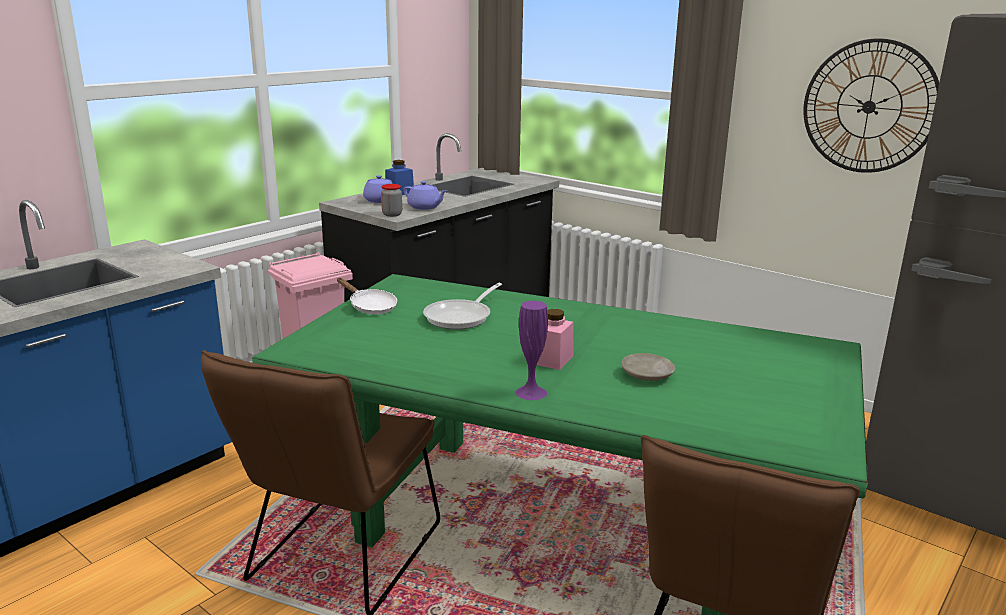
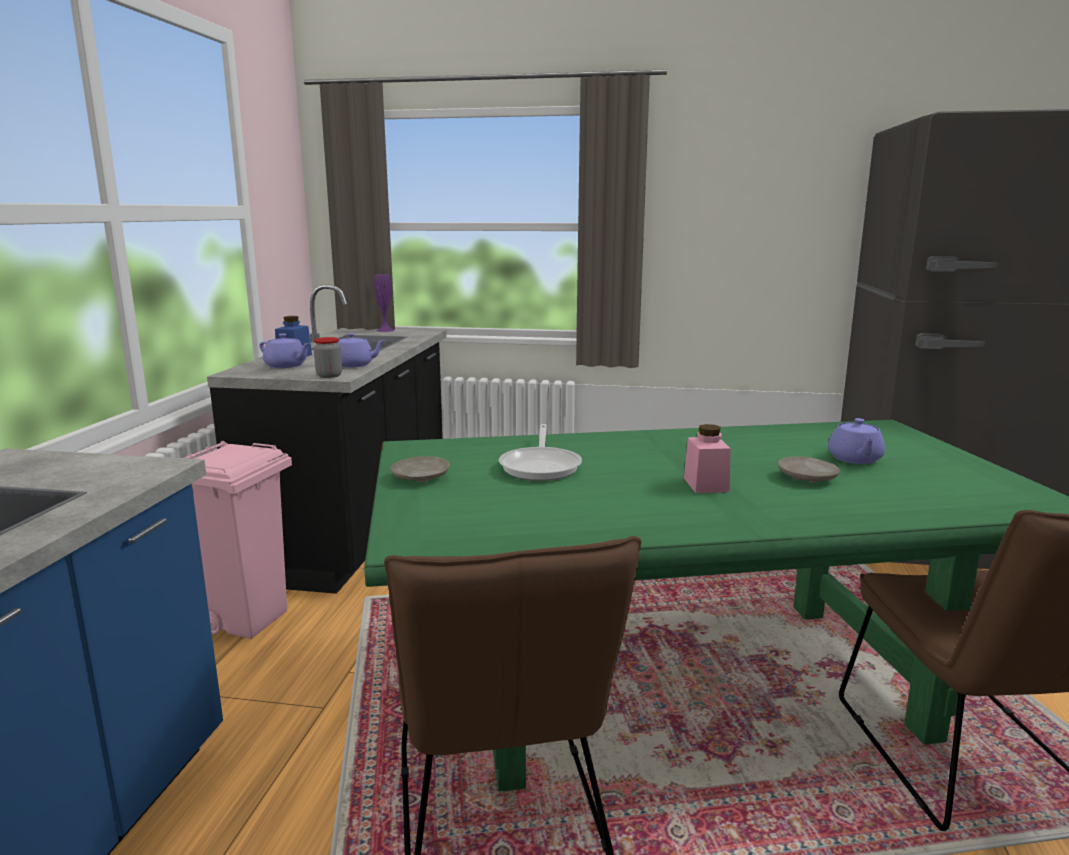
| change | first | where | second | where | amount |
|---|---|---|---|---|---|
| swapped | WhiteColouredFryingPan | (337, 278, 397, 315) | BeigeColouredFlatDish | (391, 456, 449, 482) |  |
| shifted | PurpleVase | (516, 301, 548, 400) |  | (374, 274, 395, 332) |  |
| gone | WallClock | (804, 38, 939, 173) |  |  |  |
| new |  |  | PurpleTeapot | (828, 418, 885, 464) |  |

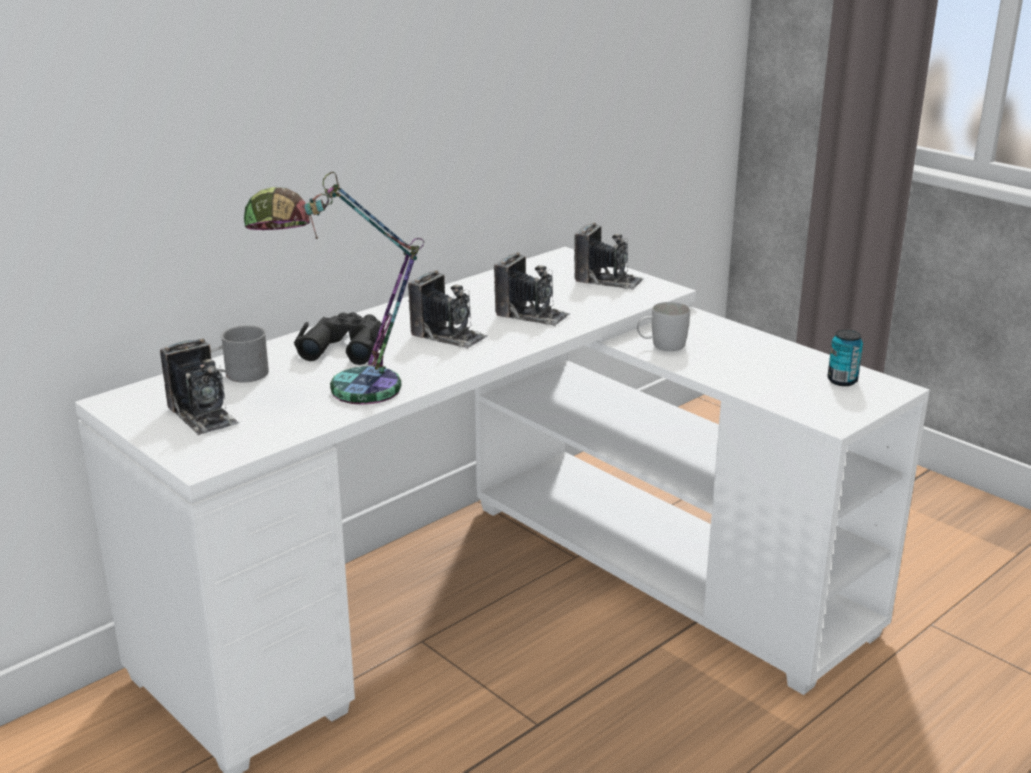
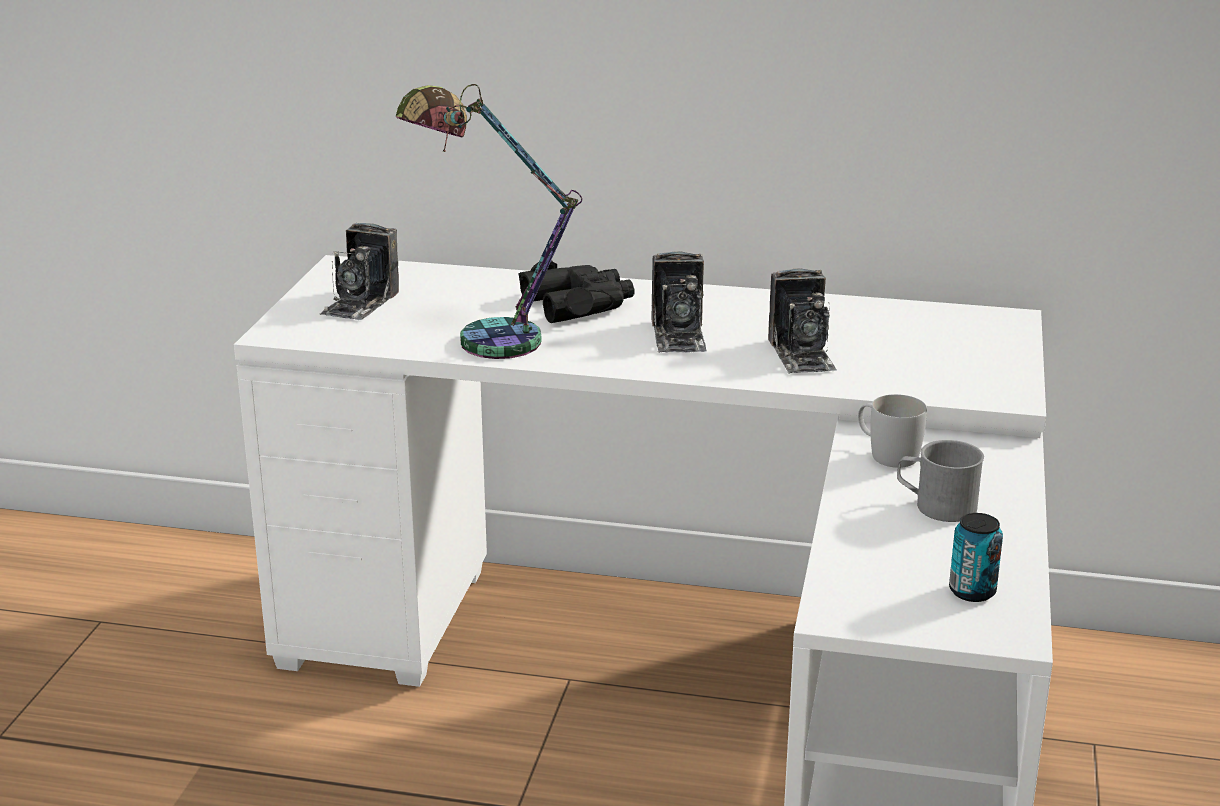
| change | first | where | second | where | amount |
|---|---|---|---|---|---|
| shifted | GrayTeaMug | (210, 325, 269, 382) |  | (897, 440, 984, 522) |  |
| gone | StillCamera | (574, 223, 644, 290) |  |  |  |

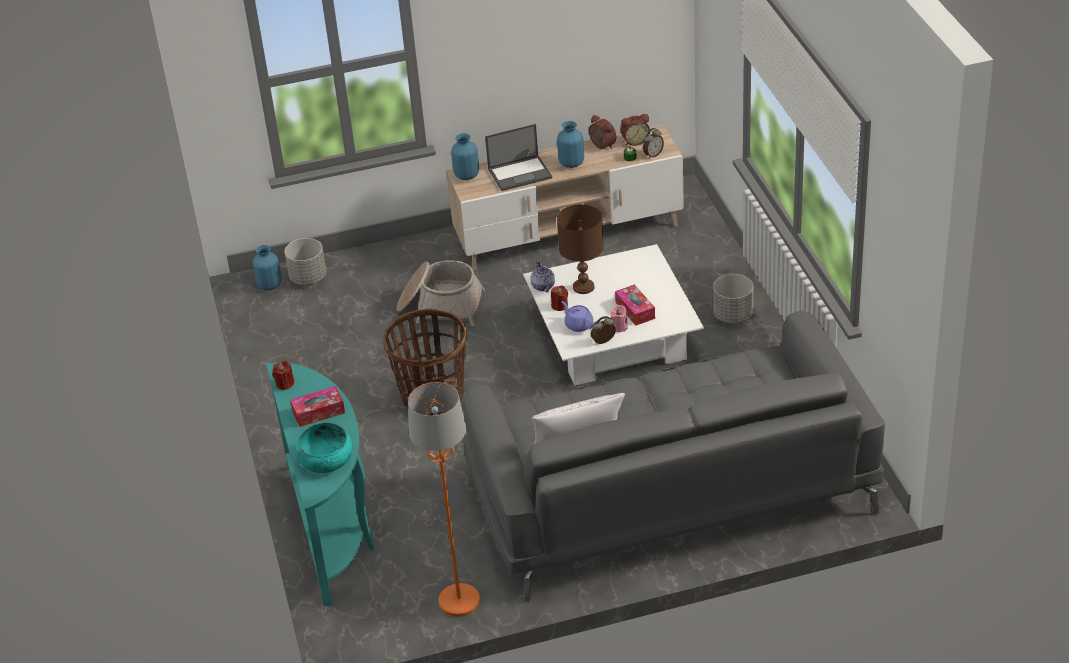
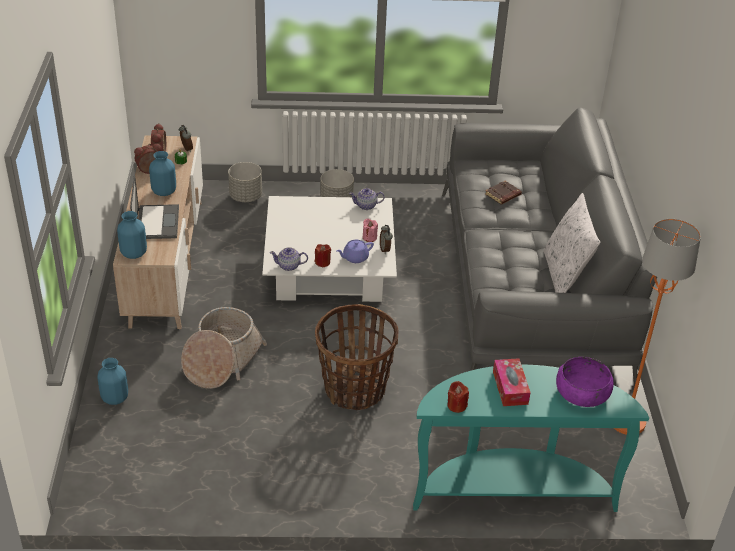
| change | first | where | second | where | amount |
|---|---|---|---|---|---|
| shifted | BluishVase | (253, 245, 282, 290) |  | (98, 358, 128, 405) |  |
| shifted | GrayPlantPot | (284, 238, 326, 285) |  | (228, 162, 262, 202) |  |
| repainted | TurquoiseServingBowl | (296, 423, 353, 473) | PurpleServingBowl | (556, 357, 614, 407) |  |
| gone | BrownishLampForATable | (557, 204, 604, 294) |  |  |  |
| gone | TissueBox | (615, 284, 655, 326) |  |  |  |
| new |  |  | Teapot | (349, 188, 385, 210) |  |
| new |  |  | BrownishBook | (485, 181, 522, 204) |  |

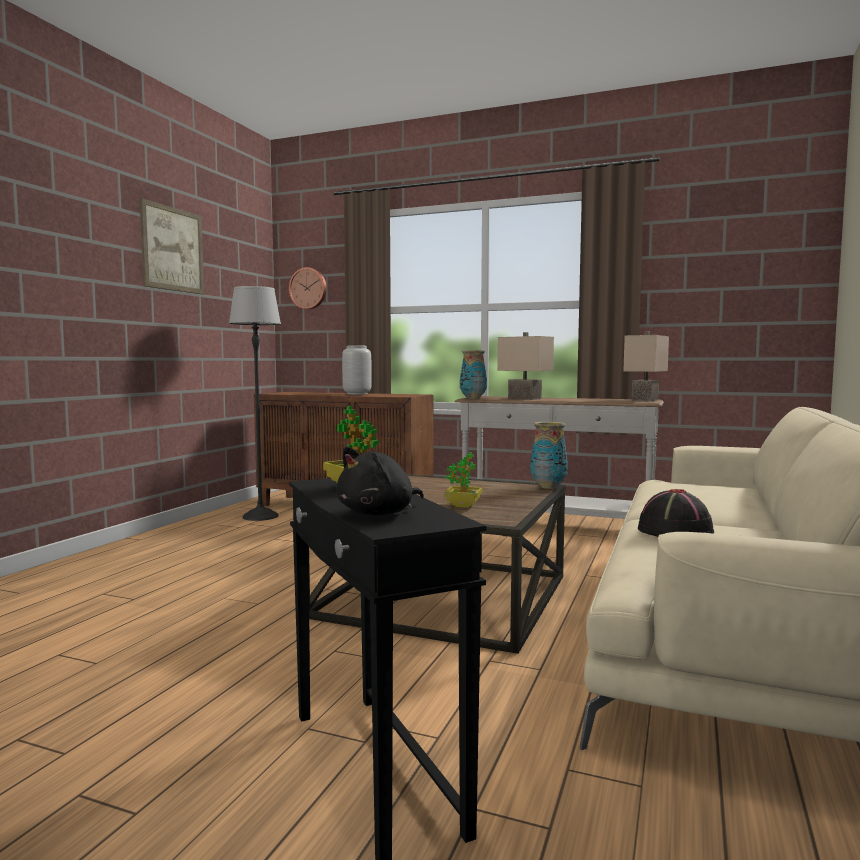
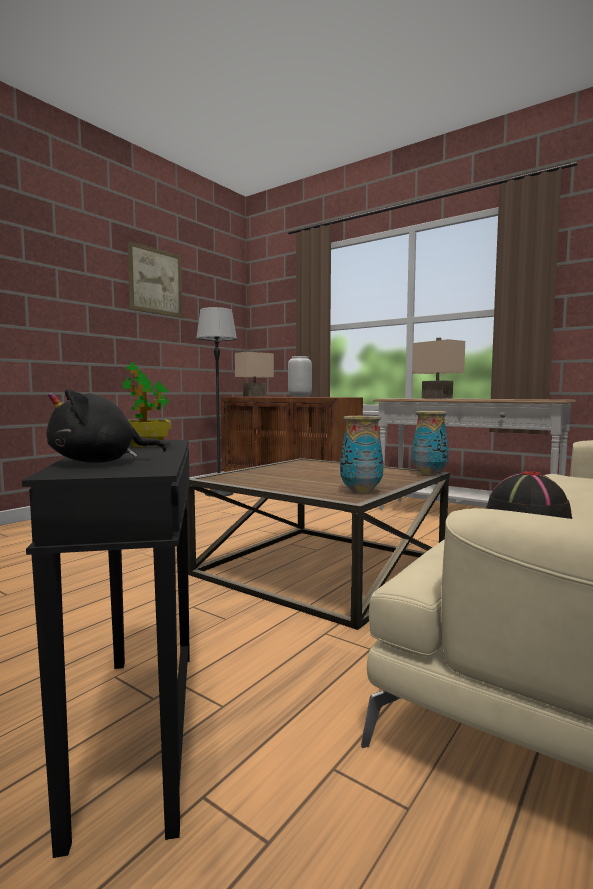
| change | first | where | second | where | amount |
|---|---|---|---|---|---|
| gone | WallClock | (289, 267, 327, 309) |  |  |  |
| gone | PlantInAPot | (444, 452, 482, 508) |  |  |  |
| shifted | Vase | (460, 350, 487, 399) |  | (340, 416, 384, 494) |  |
| shifted | BeigeColouredLampForATable | (624, 331, 669, 401) |  | (235, 350, 274, 397) |  |

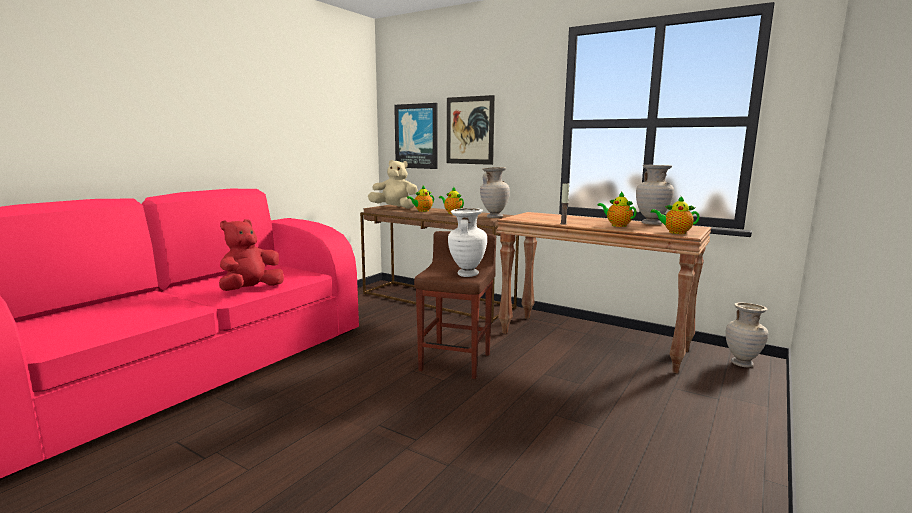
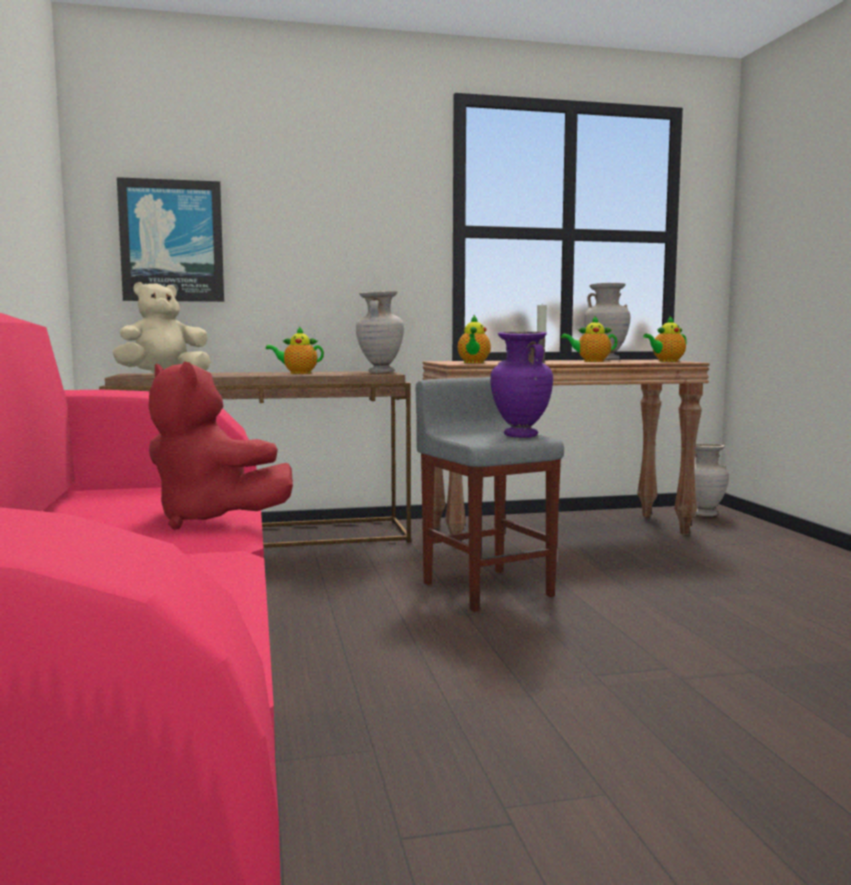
| change | first | where | second | where | amount |
|---|---|---|---|---|---|
| rotated | RedPlushToy | (219, 219, 284, 291) |  | (149, 361, 293, 530) | 45 degrees counterclockwise |
| shifted | Teapot | (407, 185, 434, 212) |  | (458, 315, 491, 363) |  |
| repainted | BrownishStoolSeat | (414, 231, 496, 379) | GrayStoolSeat | (416, 377, 564, 612) |  |
| gone | Picture | (447, 95, 495, 165) |  |  |  |
| repainted | WhiteColouredVase | (448, 208, 487, 277) | PurpleVase | (490, 332, 553, 438) |  |

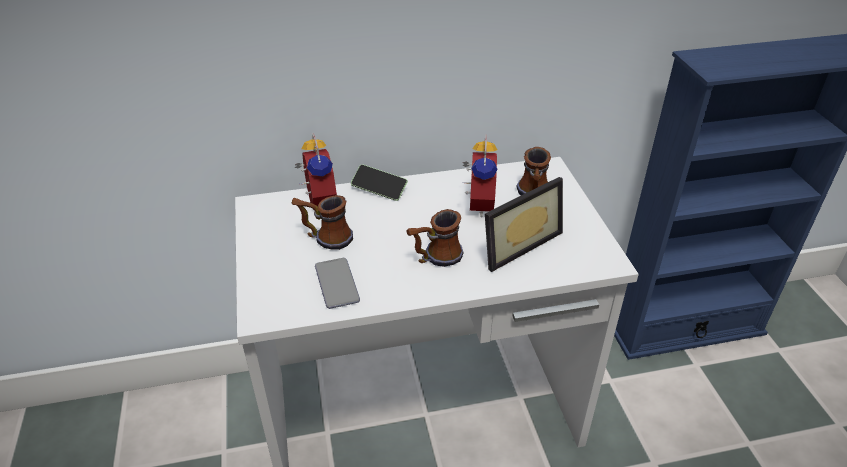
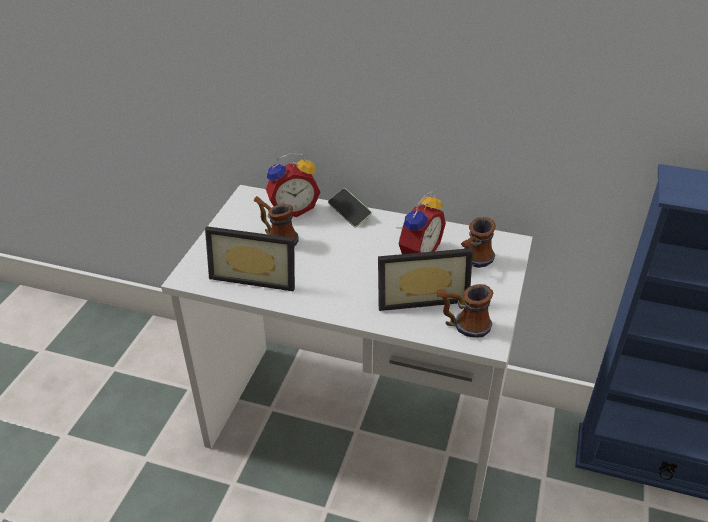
| change | first | where | second | where | amount |
|---|---|---|---|---|---|
| rotated | TableClock | (295, 132, 337, 210) |  | (266, 153, 320, 217) | 60 degrees clockwise |
| swapped | Telephone | (315, 258, 360, 309) | PictureFrame | (205, 226, 295, 291) |  |
| shifted | TeaMug | (406, 209, 464, 267) |  | (437, 284, 493, 338) |  |

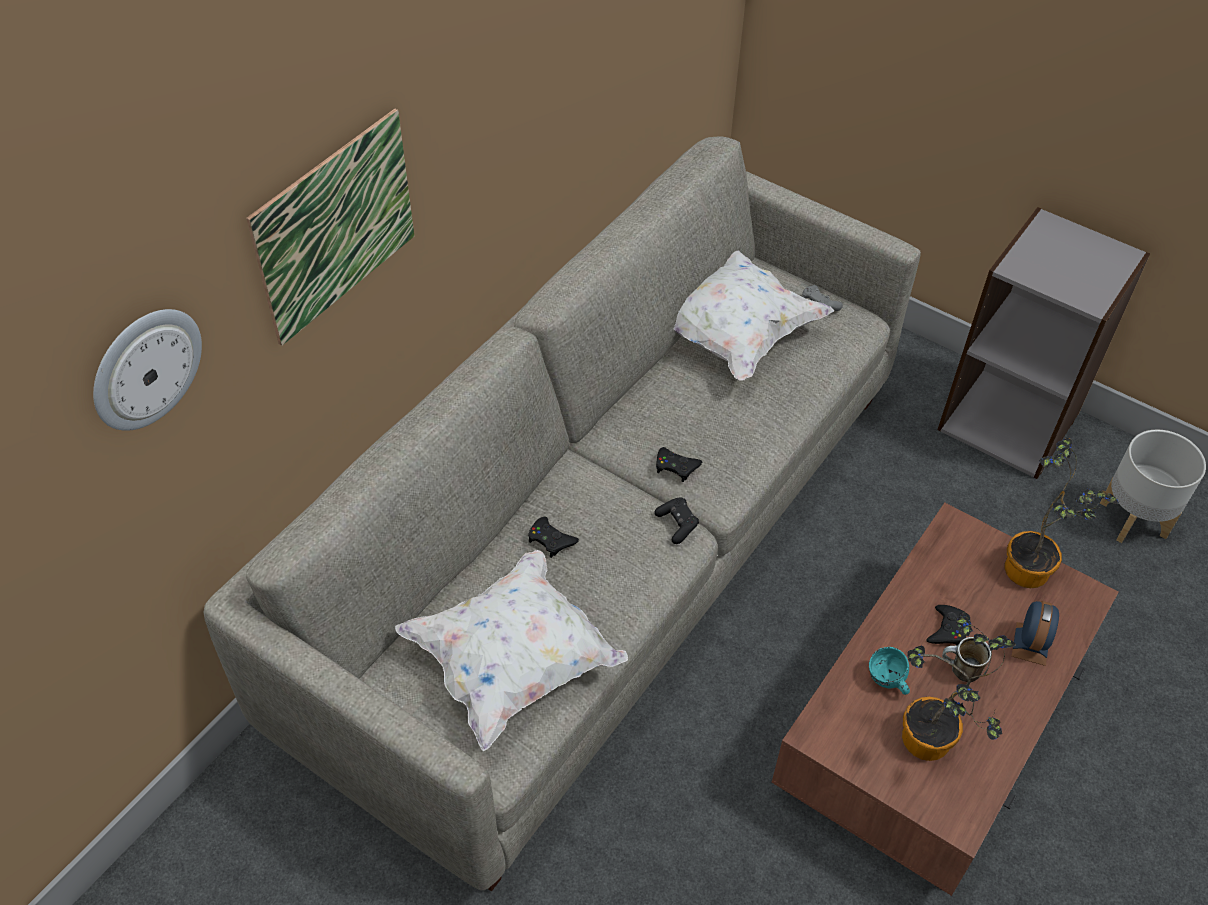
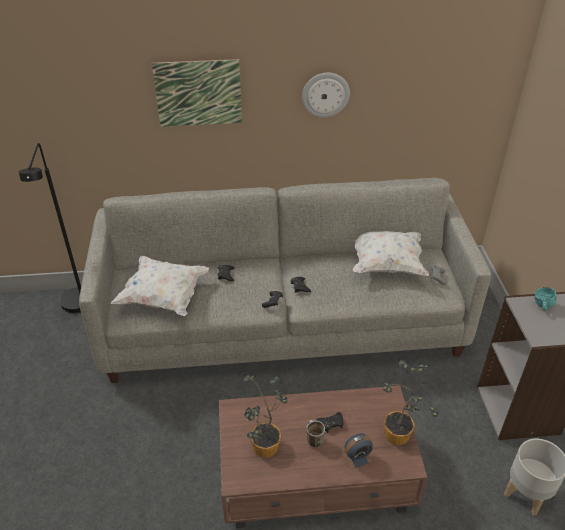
| change | first | where | second | where | amount |
|---|---|---|---|---|---|
| shifted | WallClock | (93, 309, 202, 431) |  | (302, 73, 350, 117) |  |
| shifted | TurquoiseTeaMug | (869, 647, 910, 695) |  | (534, 287, 557, 311) |  |
| new |  |  | BlackFloorLamp | (19, 143, 81, 313) |  |

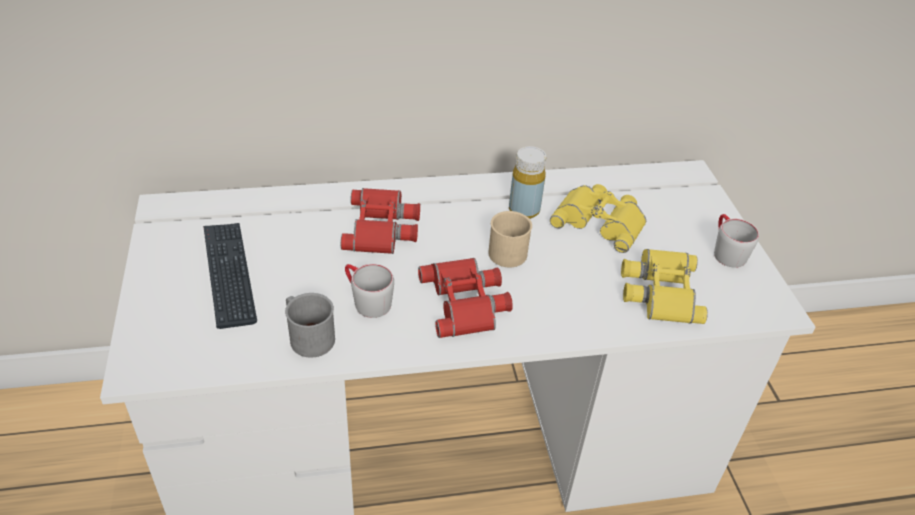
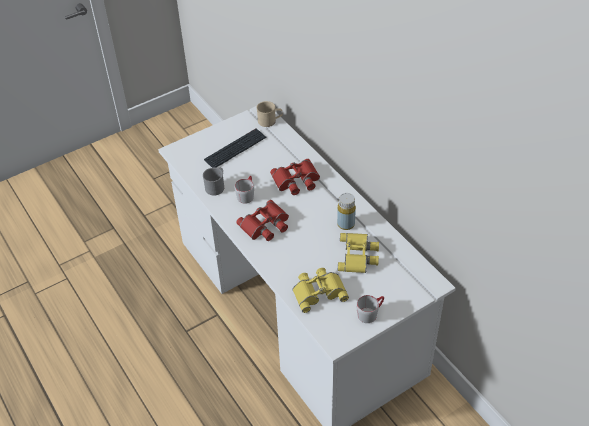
| change | first | where | second | where | amount |
|---|---|---|---|---|---|
| shifted | BeigeColouredTeaMug | (488, 211, 532, 267) |  | (257, 101, 282, 127) |  |

